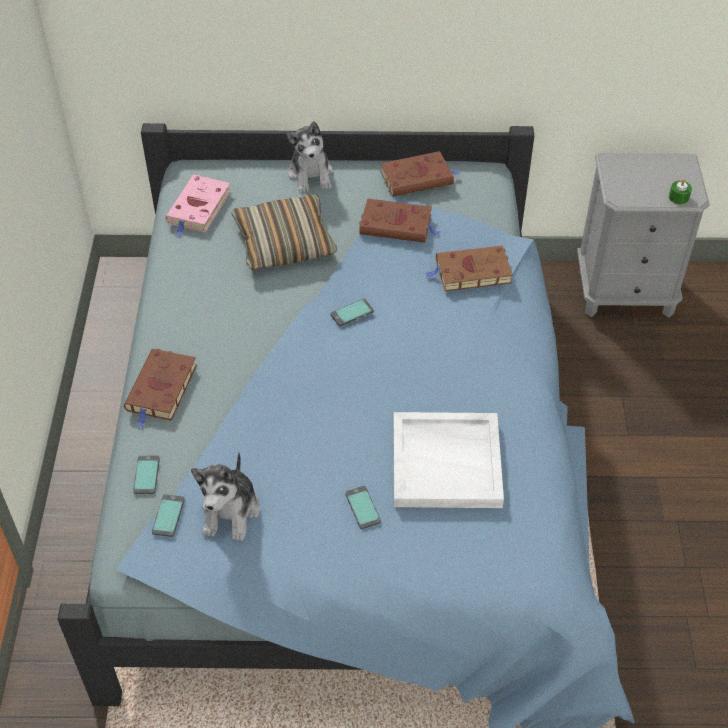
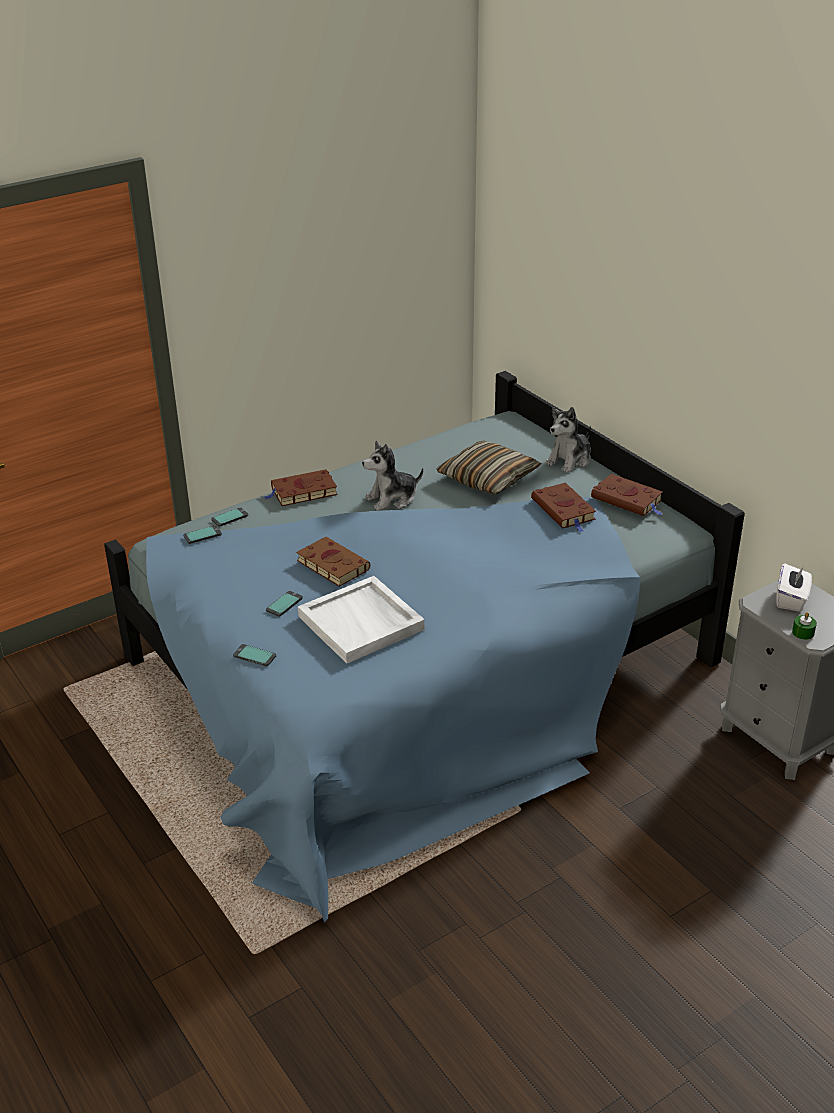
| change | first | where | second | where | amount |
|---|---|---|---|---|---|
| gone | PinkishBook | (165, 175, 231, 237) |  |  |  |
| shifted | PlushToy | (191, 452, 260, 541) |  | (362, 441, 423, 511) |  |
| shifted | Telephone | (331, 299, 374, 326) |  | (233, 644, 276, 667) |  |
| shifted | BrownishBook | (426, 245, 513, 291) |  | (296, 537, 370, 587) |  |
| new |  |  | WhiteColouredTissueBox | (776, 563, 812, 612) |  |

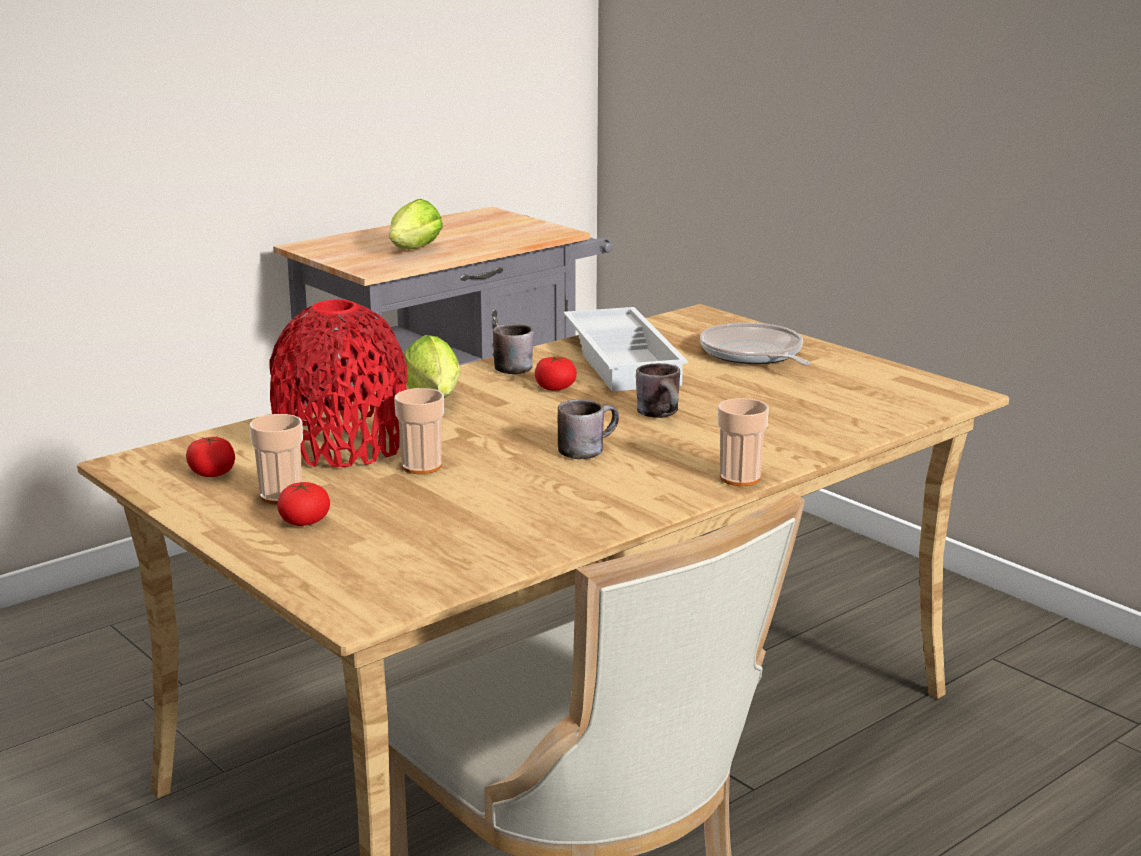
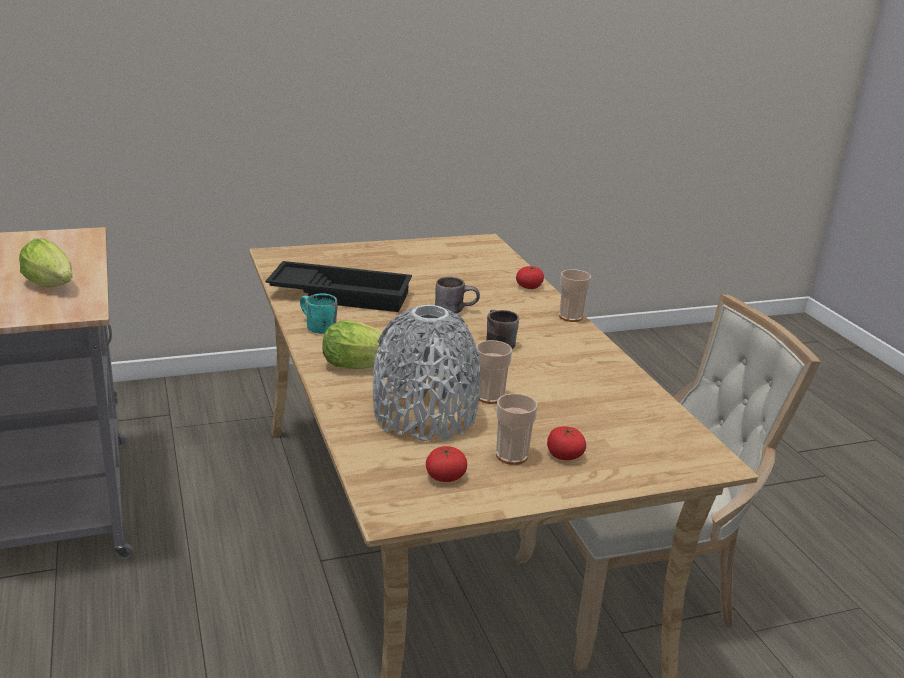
| change | first | where | second | where | amount |
|---|---|---|---|---|---|
| repainted | RedVase | (269, 300, 408, 467) | GrayVase | (373, 305, 480, 441) |  |
| repainted | BrownishTeaMug | (493, 324, 533, 374) | TurquoiseTeaMug | (300, 293, 338, 334) |  |
| shifted | Tomato | (535, 356, 577, 391) |  | (516, 266, 544, 289) |  |
| repainted | WhiteColouredCarryingTray | (563, 307, 688, 391) | BlackCarryingTray | (266, 261, 412, 312) |  |
| gone | FryingPan | (700, 322, 811, 366) |  |  |  |

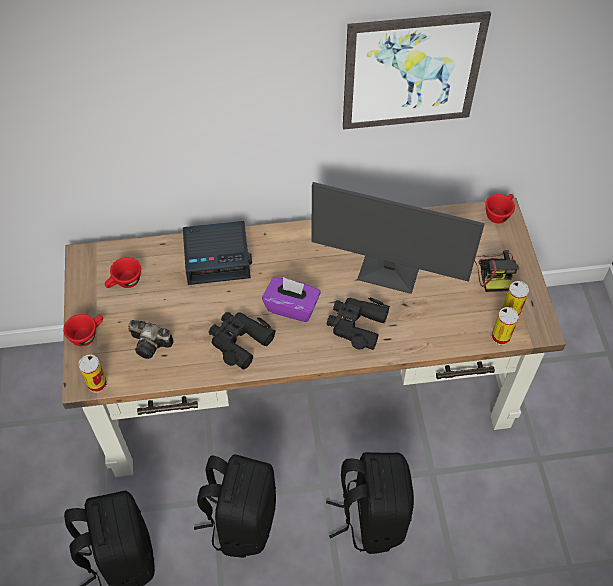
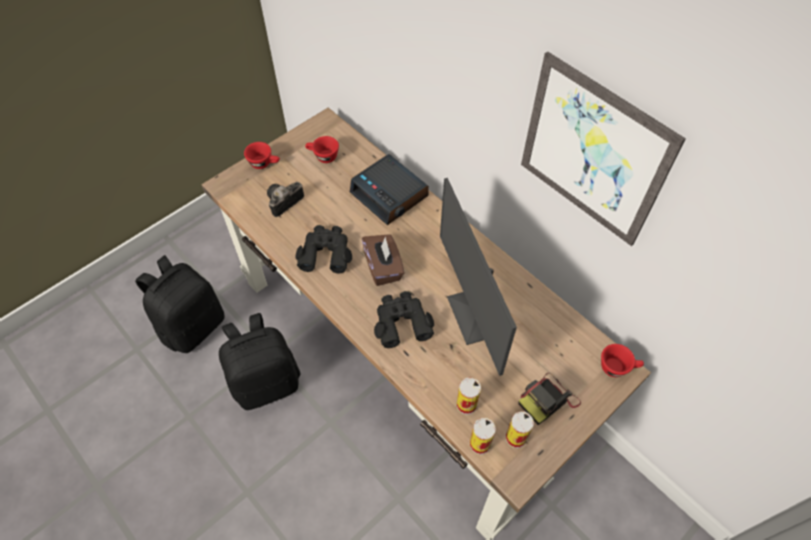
| change | first | where | second | where | amount |
|---|---|---|---|---|---|
| shifted | Can | (78, 354, 107, 393) |  | (457, 378, 481, 415) |  |
| rotated | StillCamera | (128, 320, 173, 359) |  | (267, 182, 304, 217) | 60 degrees clockwise |
| repainted | PurpleTissueBox | (262, 277, 321, 322) | BrownishTissueBox | (362, 234, 404, 286) |  |
| gone | BlackBackpack | (326, 452, 414, 554) |  |  |  |

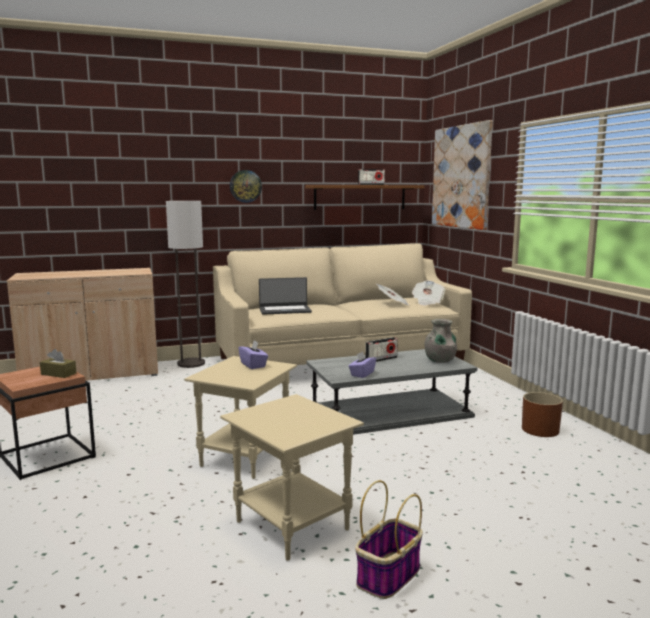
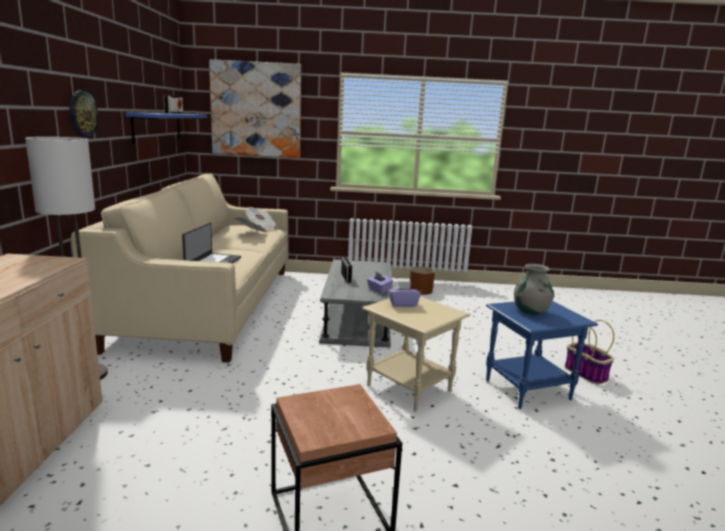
| change | first | where | second | where | amount |
|---|---|---|---|---|---|
| gone | BrownishTissueBox | (40, 349, 76, 378) |  |  |  |
| repainted | BeigeColouredAccentTable | (220, 394, 364, 561) | BluishAccentTable | (486, 301, 598, 409) |  |
| repainted | BrownishBracketShelf | (305, 185, 424, 210) | BluishBracketShelf | (125, 113, 208, 143) |  |
| shifted | GrayVase | (425, 319, 457, 363) |  | (514, 264, 555, 315) |  |

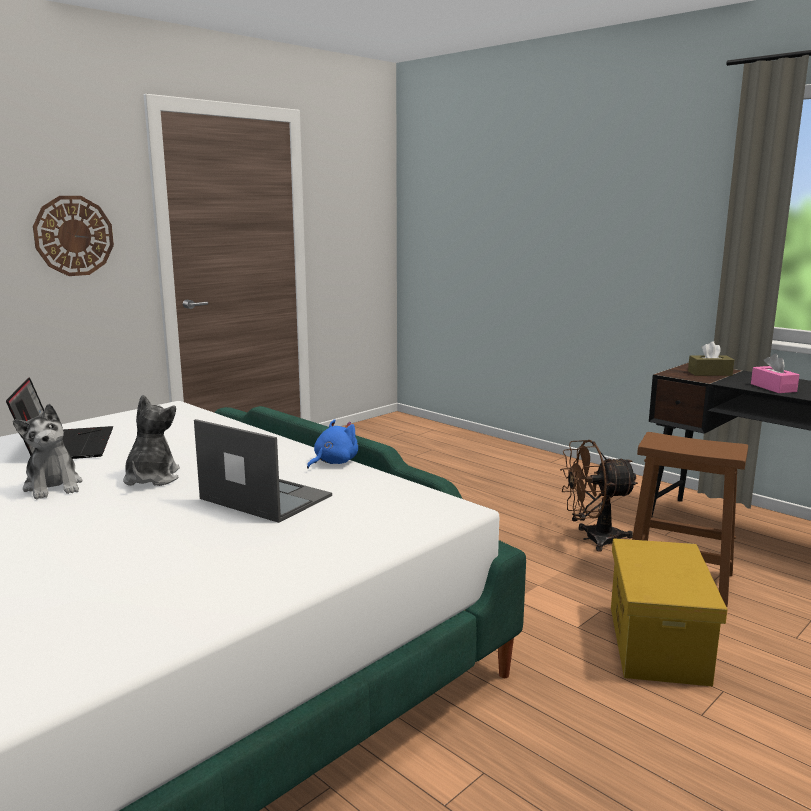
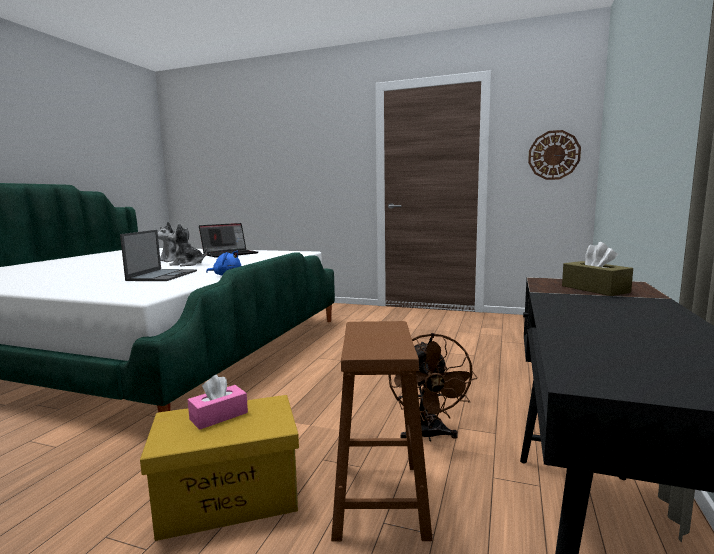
| change | first | where | second | where | amount |
|---|---|---|---|---|---|
| shifted | WallClock | (33, 196, 114, 276) |  | (528, 130, 581, 180) |  |
| rotated | PlushToy | (123, 395, 180, 486) |  | (168, 223, 207, 266) | 150 degrees counterclockwise |
| rotated | BrownishCoolingFan | (560, 440, 638, 552) |  | (388, 333, 478, 442) | 150 degrees counterclockwise |
| shifted | PinkishTissueBox | (751, 354, 799, 393) |  | (188, 375, 248, 430) |  |

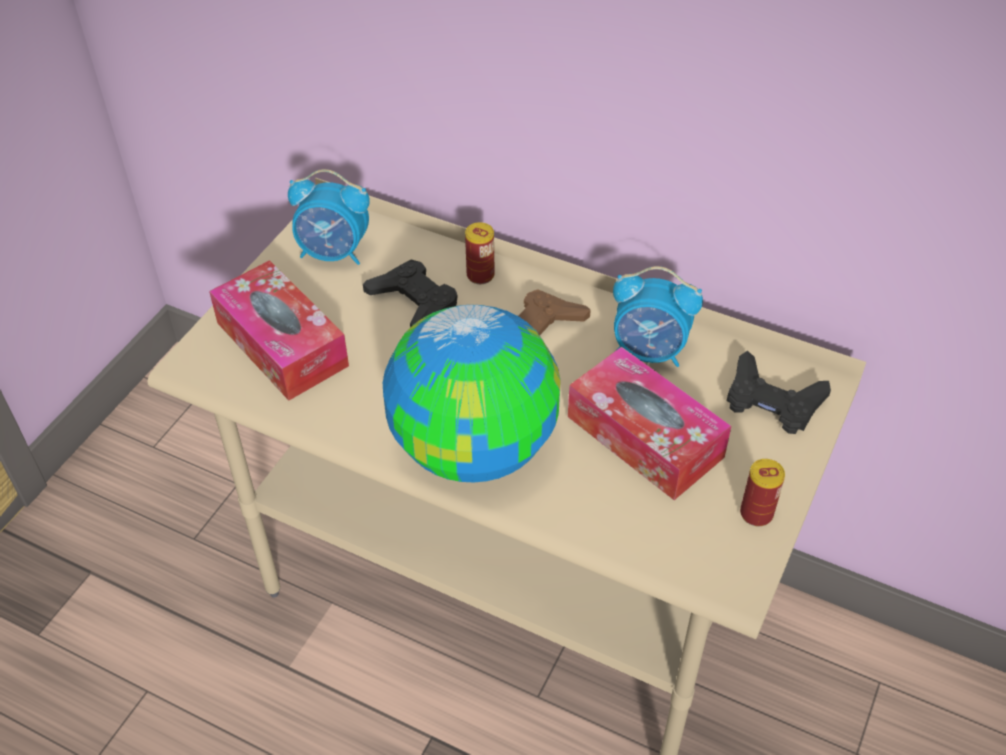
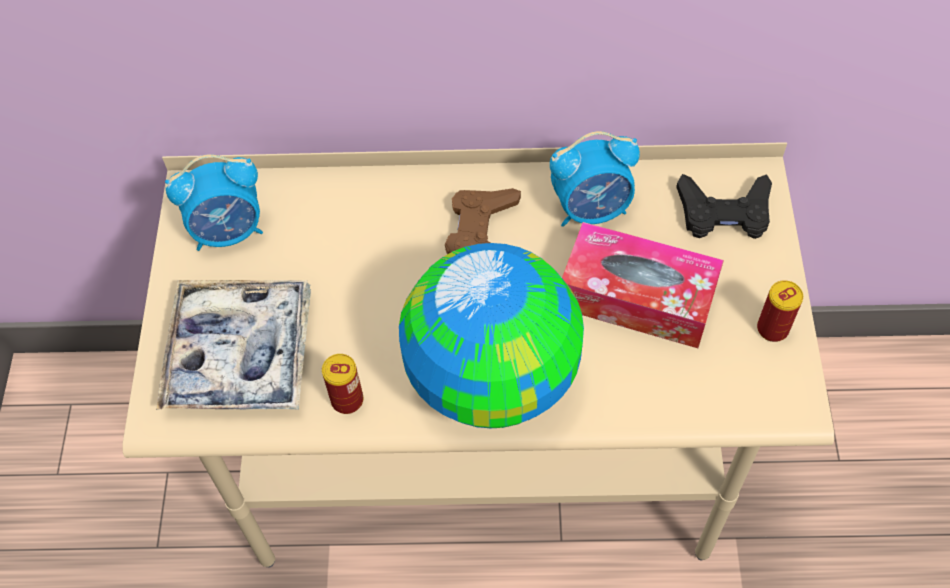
| change | first | where | second | where | amount |
|---|---|---|---|---|---|
| swapped | TissueBox | (209, 260, 349, 401) | CarryingTray | (156, 280, 311, 410) |  |
| gone | BlackGameController | (363, 260, 458, 327) |  |  |  |
| shifted | Can | (465, 222, 495, 284) |  | (322, 354, 363, 414) |  |

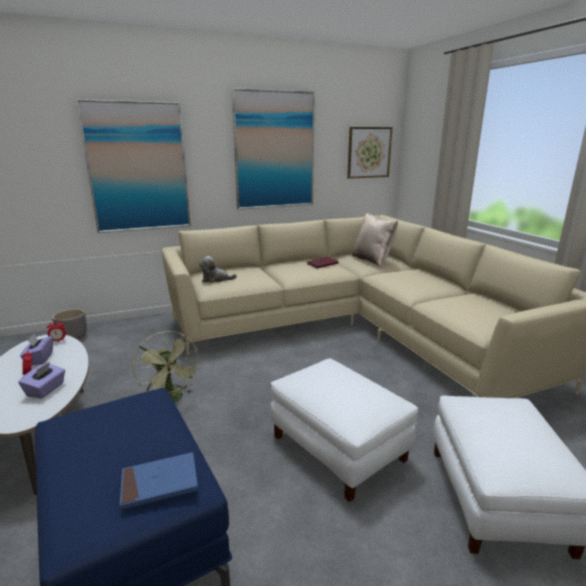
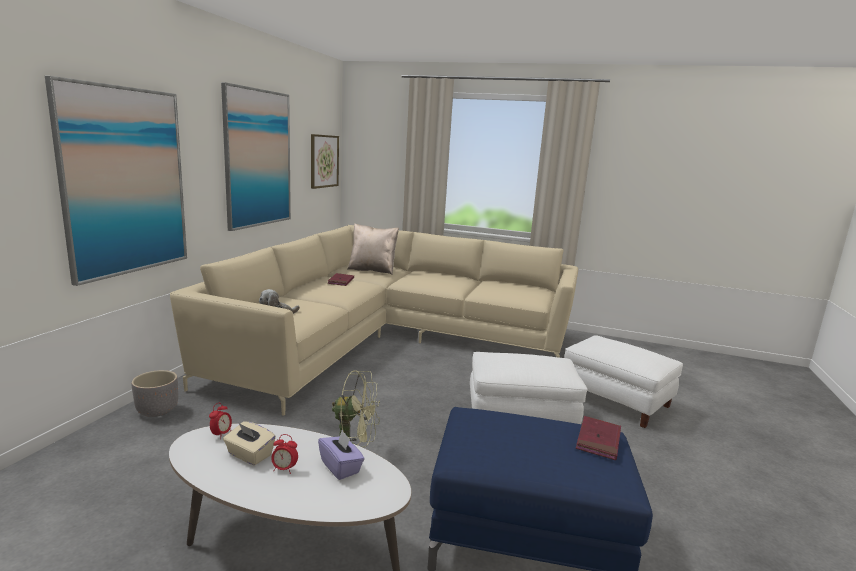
| change | first | where | second | where | amount |
|---|---|---|---|---|---|
| repainted | PurpleTissueBox | (20, 334, 53, 365) | BeigeColouredTissueBox | (223, 422, 276, 465) |  |
| shifted | GrayPlantPot | (52, 309, 87, 340) |  | (132, 370, 178, 417) |  |
| repainted | BluishBook | (120, 452, 198, 510) | RedBook | (576, 416, 621, 460) |  |

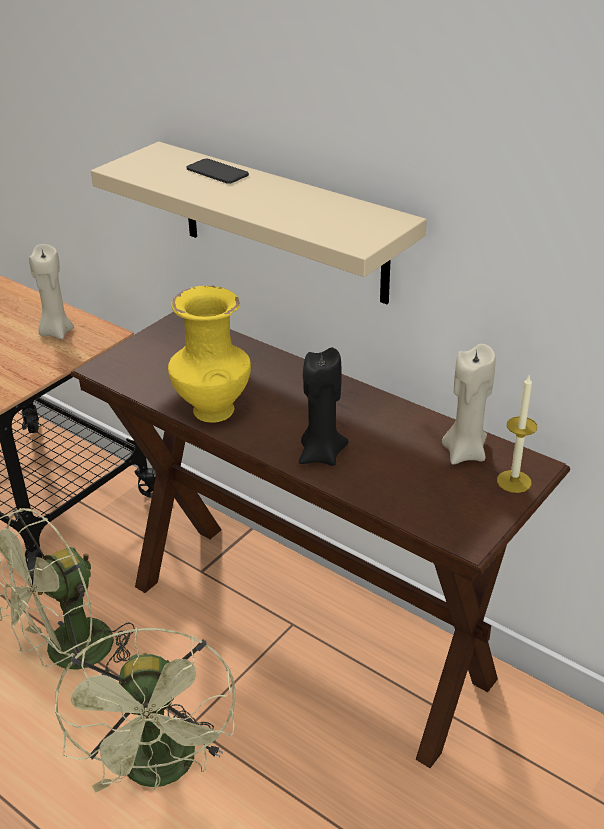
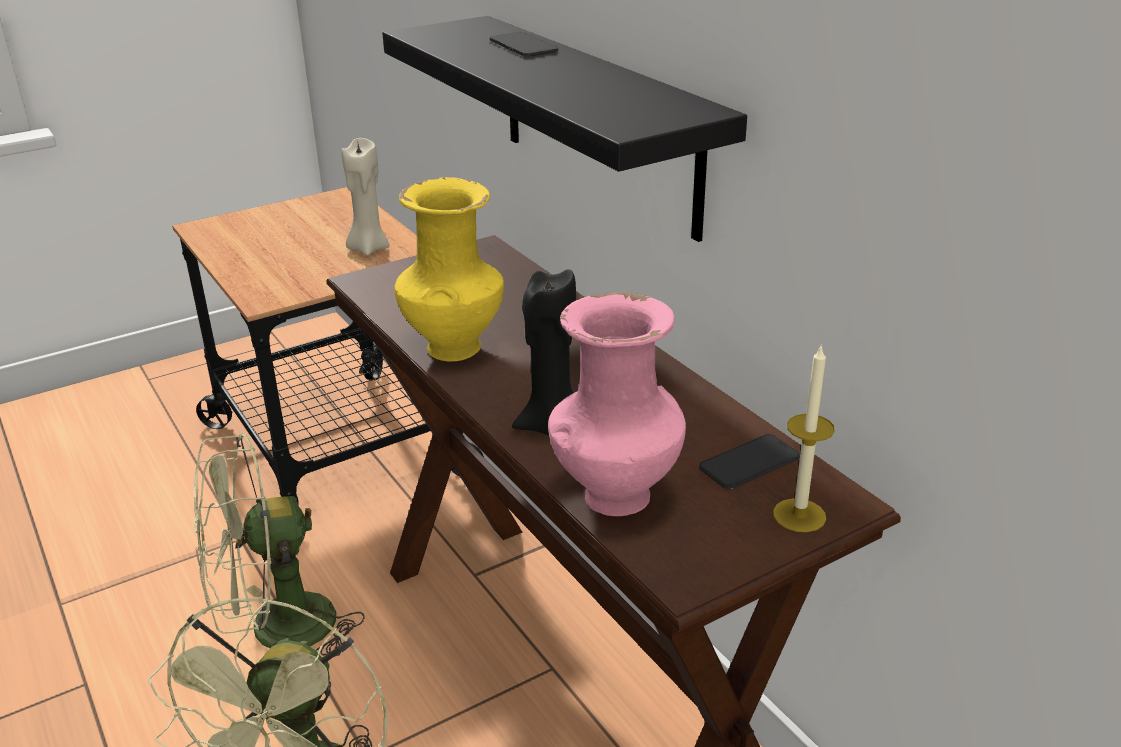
| change | first | where | second | where | amount |
|---|---|---|---|---|---|
| repainted | BeigeColouredBracketShelf | (91, 142, 427, 304) | BlackBracketShelf | (382, 16, 747, 242) |  |
| swapped | BeigeColouredCandle | (442, 344, 496, 465) | Telephone | (699, 434, 800, 489) |  |
| new |  |  | PinkishVase | (548, 292, 686, 516) |  |

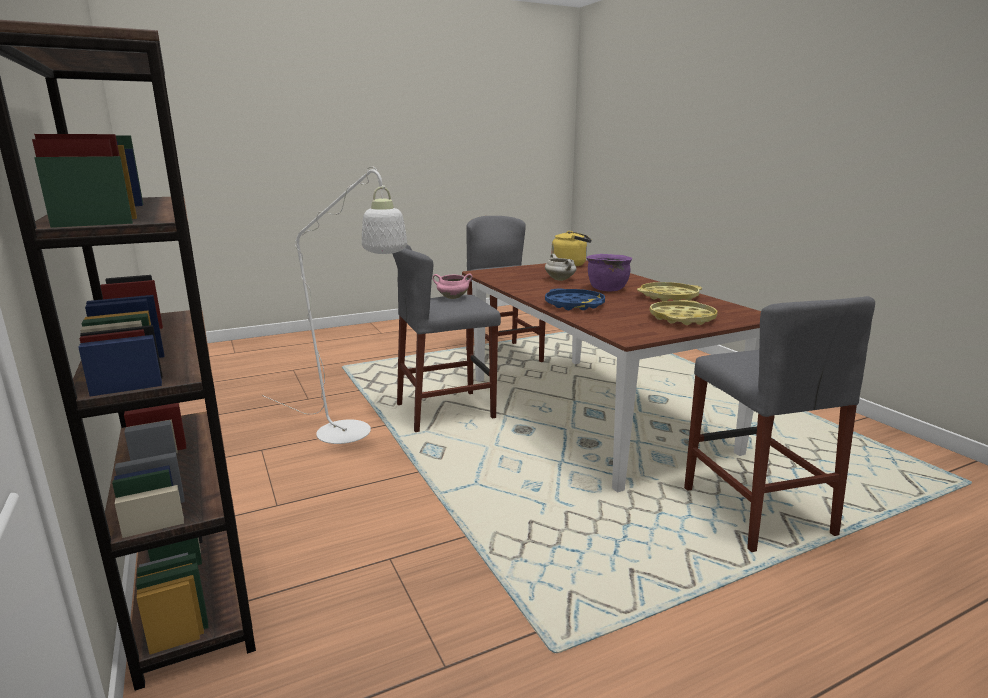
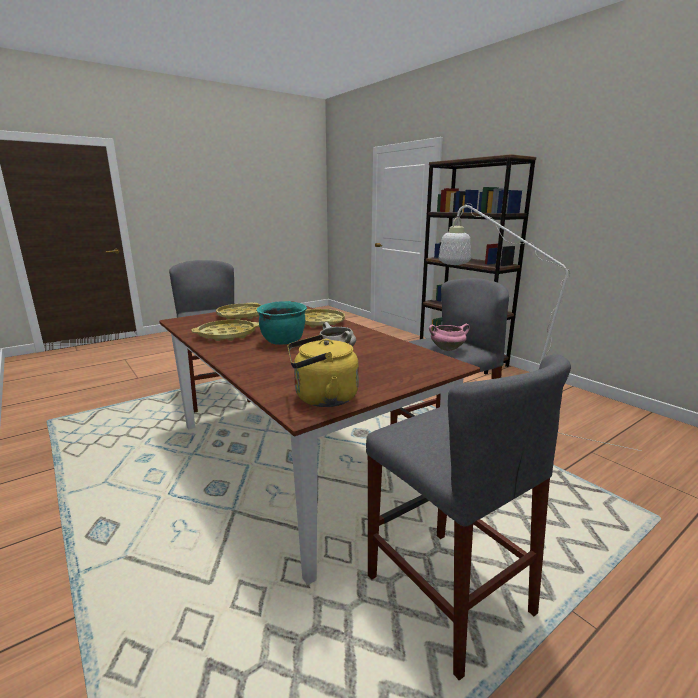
| change | first | where | second | where | amount |
|---|---|---|---|---|---|
| repainted | BluishCarryingTray | (545, 288, 605, 310) | YellowColouredCarryingTray | (305, 309, 345, 328) |  |
| repainted | PurpleSaucepot | (586, 254, 632, 291) | TurquoiseSaucepot | (257, 301, 307, 345) |  |

